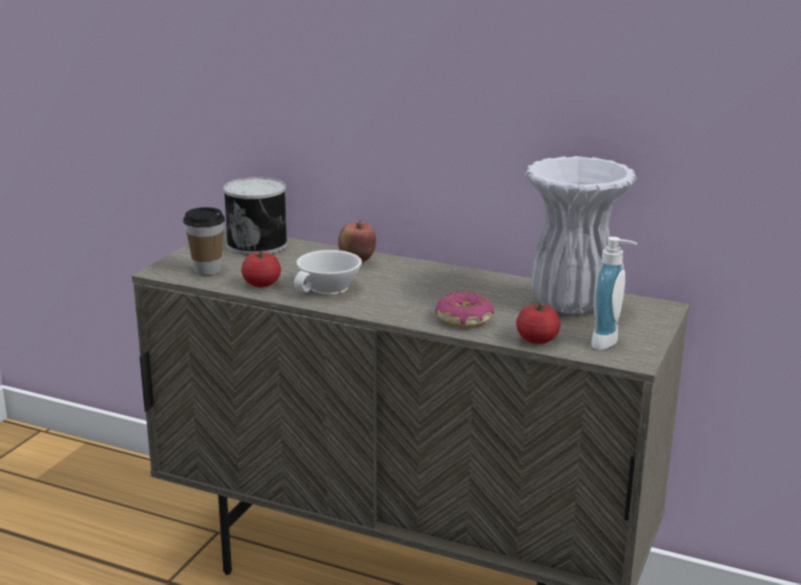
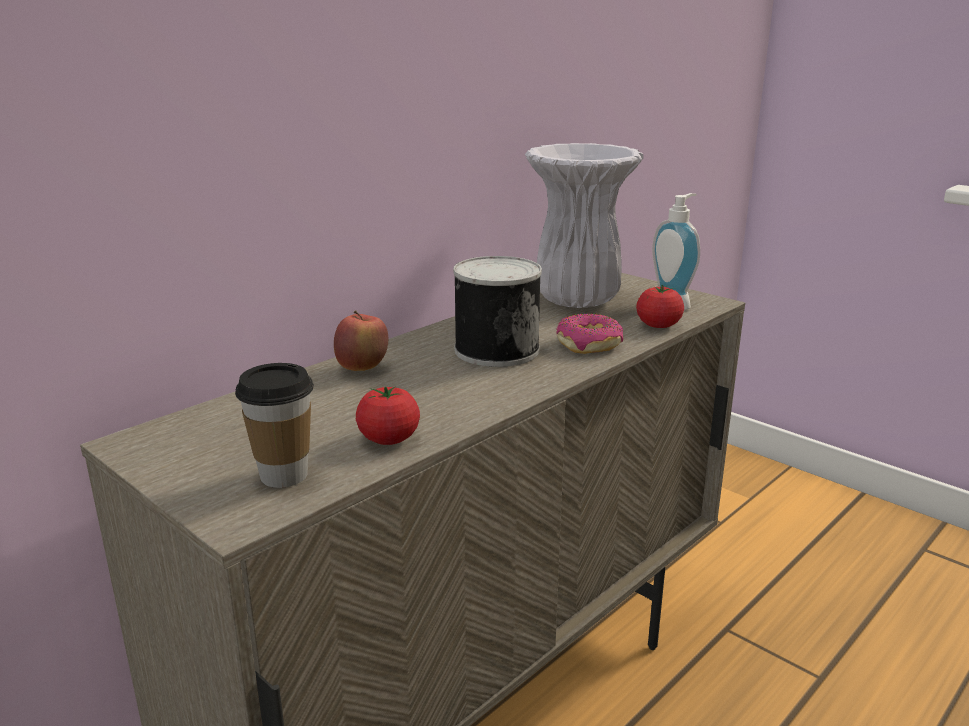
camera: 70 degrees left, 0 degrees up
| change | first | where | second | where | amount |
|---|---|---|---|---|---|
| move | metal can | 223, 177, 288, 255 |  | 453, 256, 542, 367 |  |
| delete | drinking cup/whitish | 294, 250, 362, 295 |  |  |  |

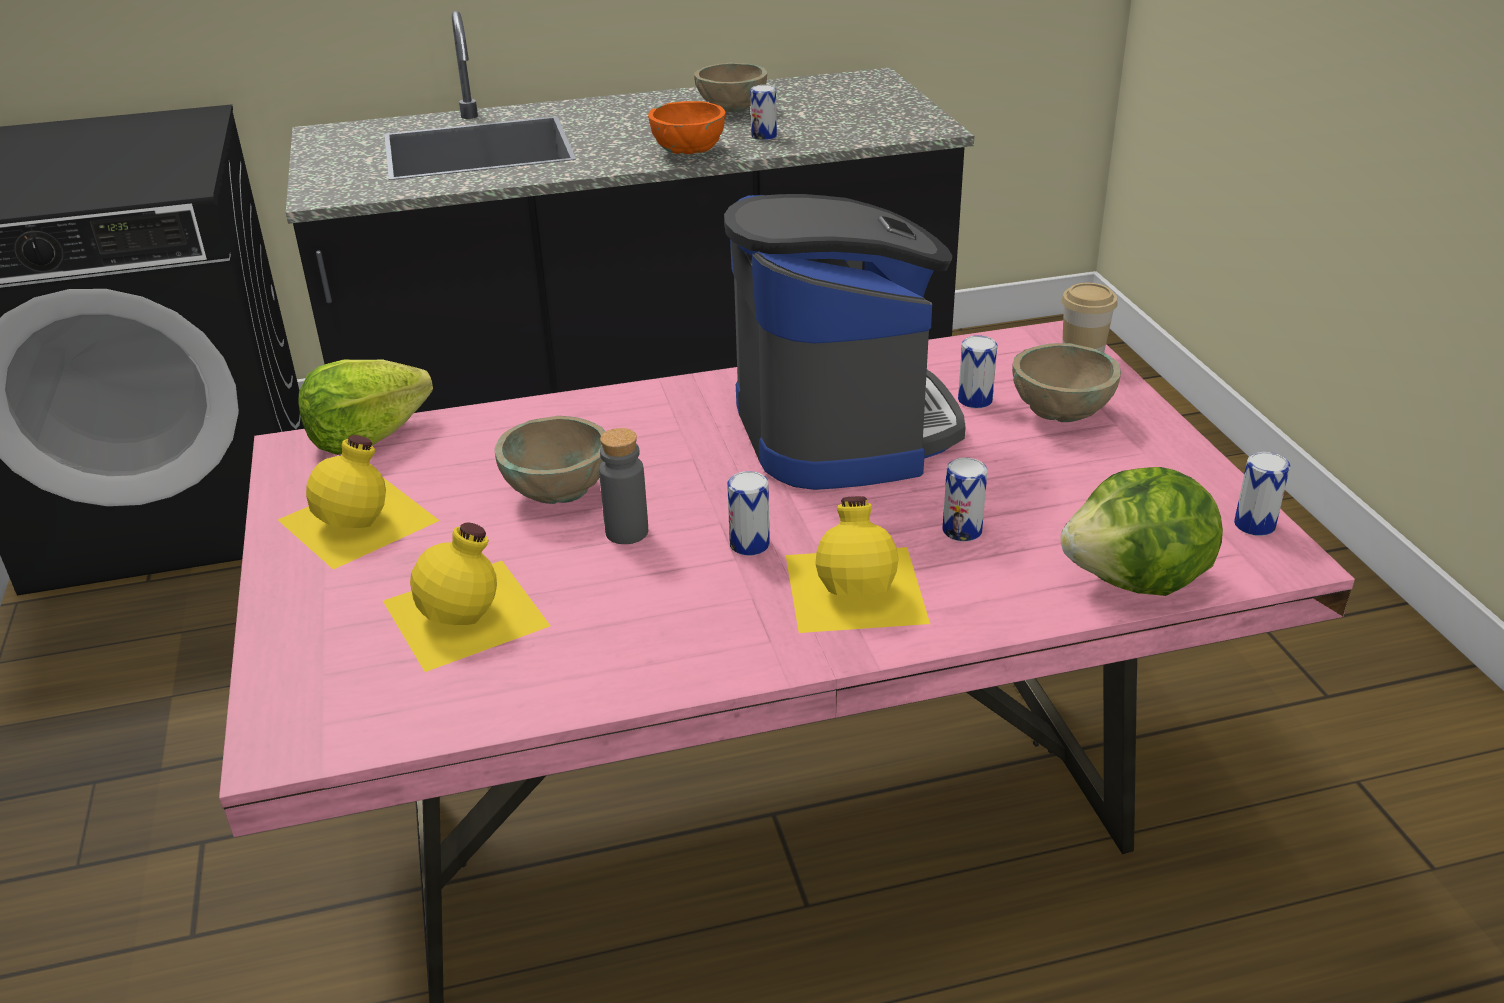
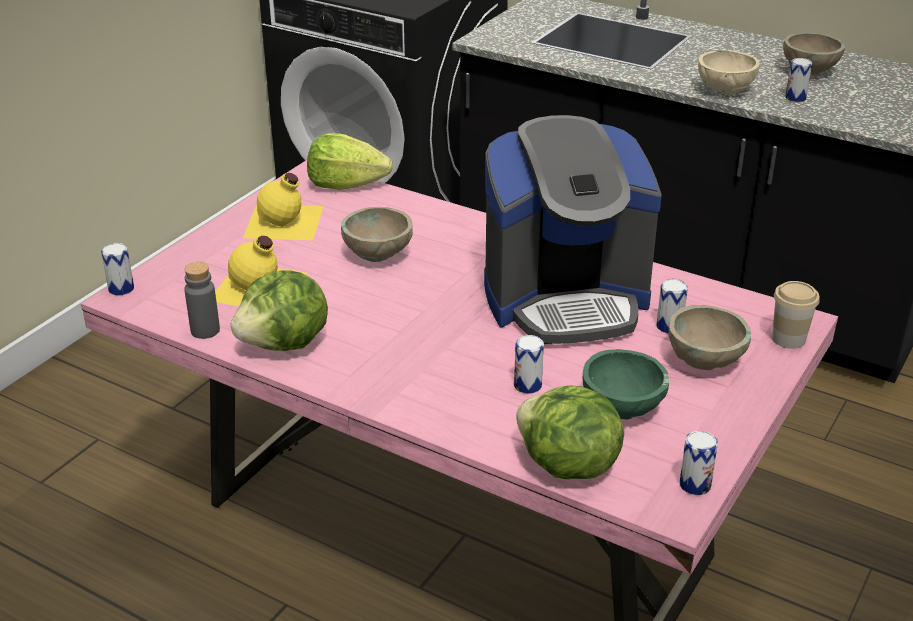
camera: 45 degrees right, 0 degrees up
| change | first | where | second | where | amount |
|---|---|---|---|---|---|
| recolor | serving bowl/orange | 648, 101, 726, 154 | serving bowl/beige-coloured | 698, 50, 760, 94 |  |
| rotate | coffee maker | 724, 194, 966, 490 |  | 484, 115, 662, 344 | 45 degrees clockwise |
| move | bottle/grey | 599, 428, 648, 544 |  | 184, 262, 220, 339 |  |
| move | metal can | 727, 471, 770, 556 |  | 101, 243, 134, 295 |  |
| delete | bottle/yellow-coloured | 786, 496, 930, 633 |  |  |  |
| insert |  |  | lettuce head | 230, 270, 328, 351 |  |
| insert |  |  | serving bowl/green | 583, 349, 669, 420 |  |

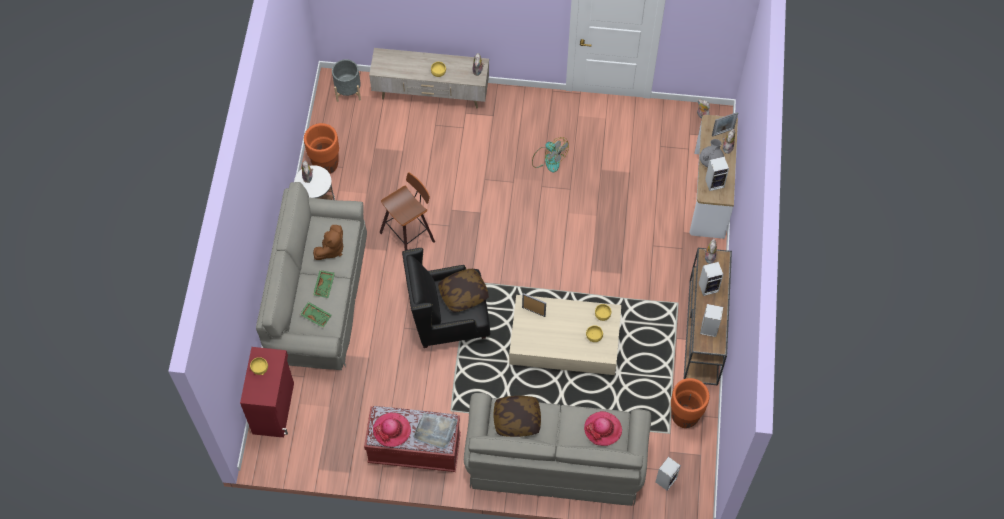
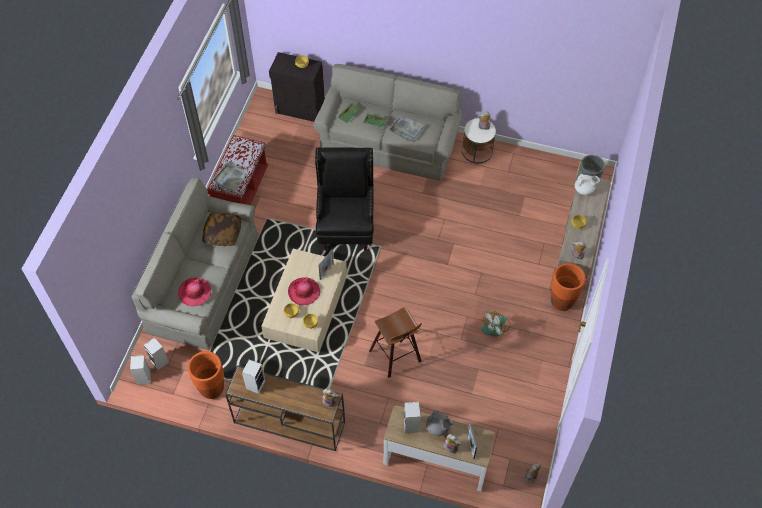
camera: 100 degrees right, 5 degrees down
| change | first | where | second | where | amount |
|---|---|---|---|---|---|
| move | planter/orange | 304, 123, 339, 174 |  | 551, 263, 586, 311 |  |
| move | sitting stool | 380, 172, 435, 250 |  | 369, 307, 422, 378 |  |
| replace | cuddly toy/brown-coloured | 313, 225, 343, 260 | carrying tray/grey | 390, 117, 426, 141 |  |
| move | loudspeaker | 699, 262, 724, 296 |  | 130, 355, 151, 385 |  |
| delete | cushion | 438, 269, 489, 312 |  |  |  |
| recolor | storage cabinet/reddish | 240, 347, 294, 437 | storage cabinet/black | 269, 52, 325, 122 |  |
| move | hat | 373, 412, 411, 447 |  | 288, 277, 320, 305 |  |
| insert |  |  | teapot/whitish | 575, 174, 600, 195 |  |

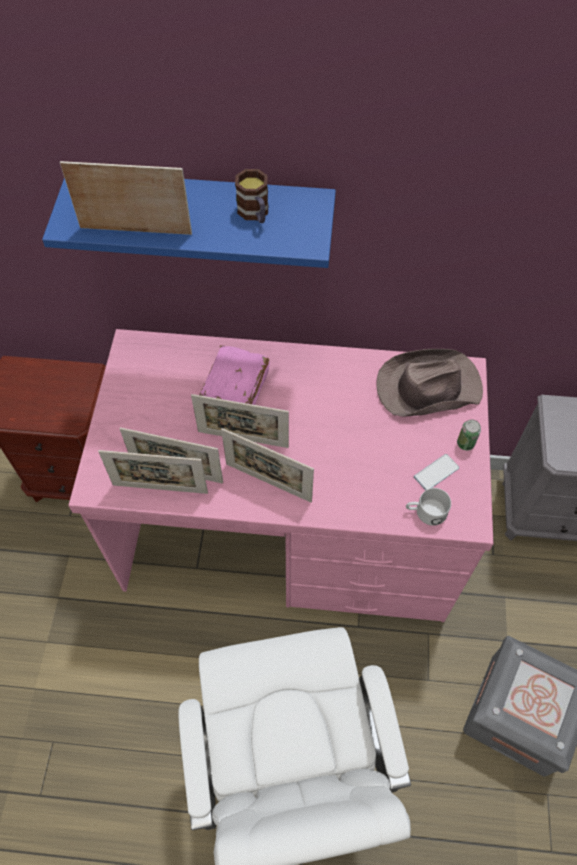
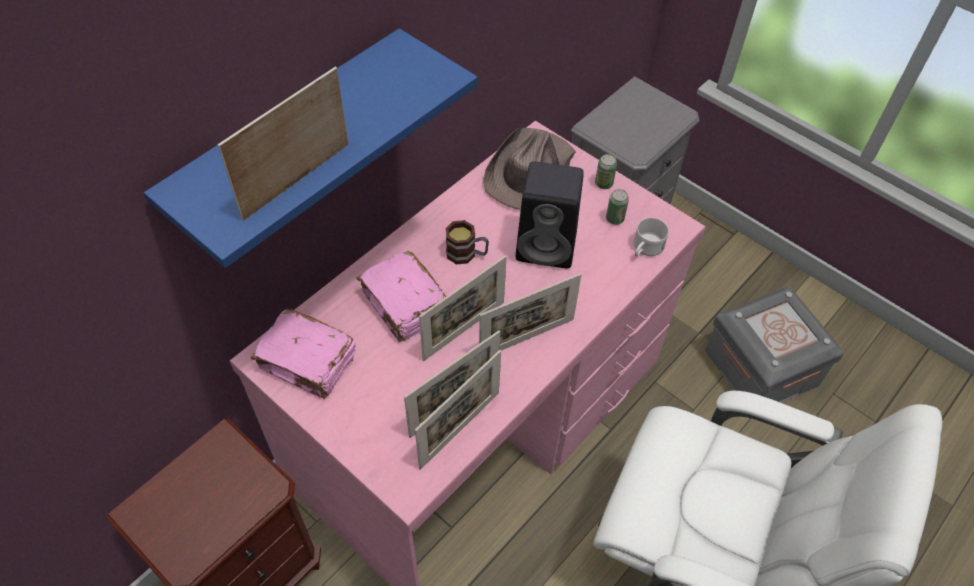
camera: 55 degrees left, 5 degrees down
| change | first | where | second | where | amount |
|---|---|---|---|---|---|
| move | coffee mug | 235, 169, 268, 223 |  | 446, 220, 489, 264 |  |
| replace | handset | 414, 454, 459, 490 | metal can | 606, 189, 629, 225 |  |
| insert |  |  | loudspeaker/black | 515, 161, 584, 268 |  |
| insert |  |  | volume/pink | 251, 309, 356, 399 |  |

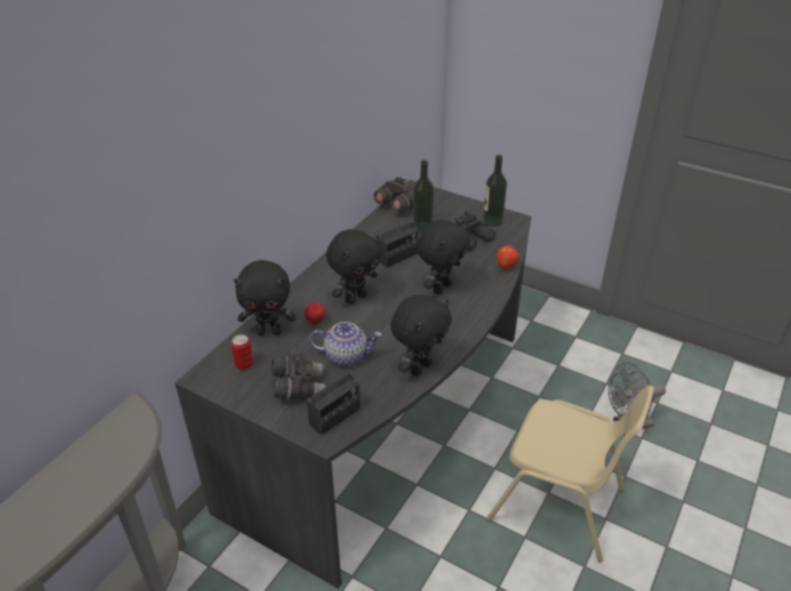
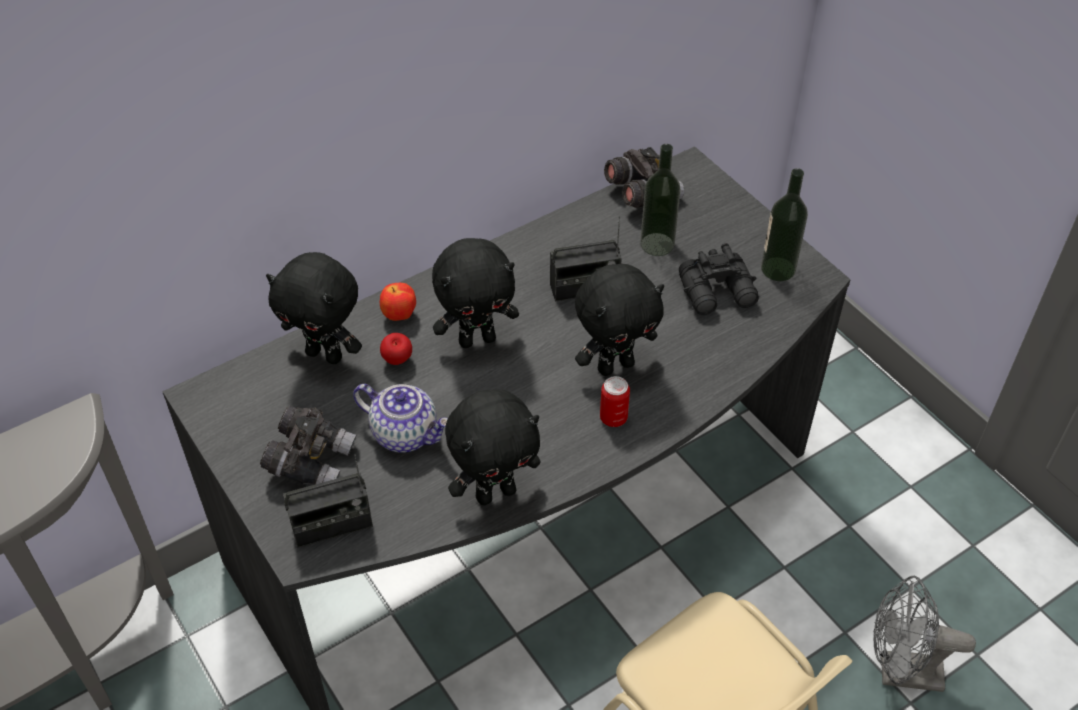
camera: 25 degrees right, 10 degrees up
| change | first | where | second | where | amount |
|---|---|---|---|---|---|
| move | whole apple | 496, 246, 519, 270 |  | 380, 283, 416, 321 |  |
| move | metal can | 231, 334, 253, 370 |  | 600, 376, 630, 427 |  |

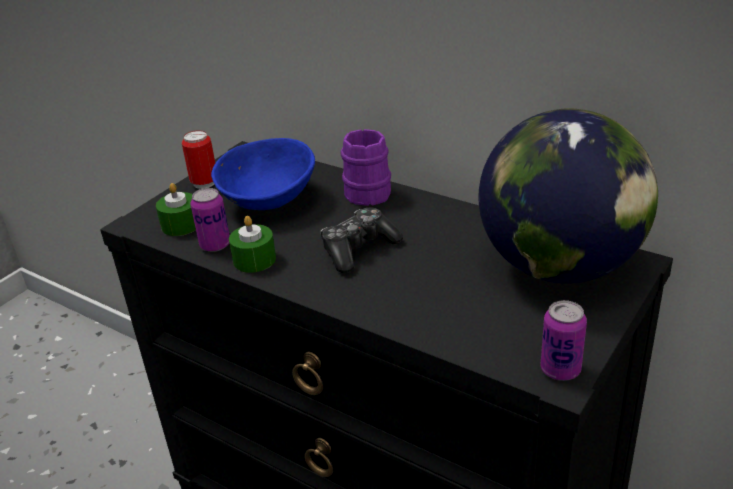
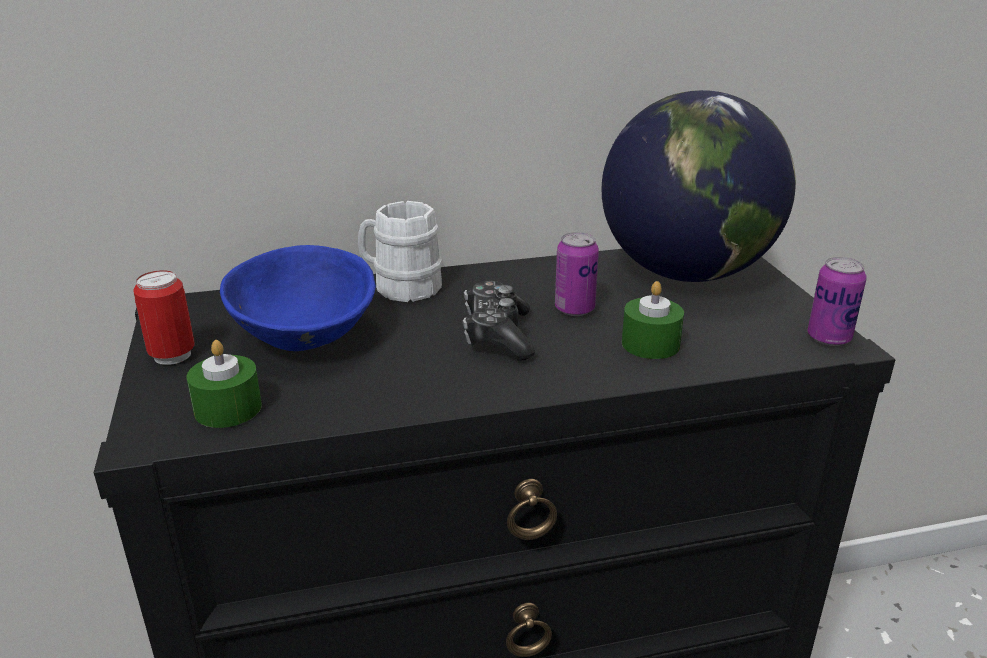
camera: 50 degrees left, 5 degrees down
| change | first | where | second | where | amount |
|---|---|---|---|---|---|
| recolor | coffee mug/purplish | 340, 129, 391, 206 | coffee mug/whitish | 358, 201, 443, 302 |  |
| move | metal can | 191, 188, 230, 252 |  | 555, 232, 599, 316 |  |
| move | candle/green | 229, 216, 276, 273 |  | 622, 281, 684, 359 |  |

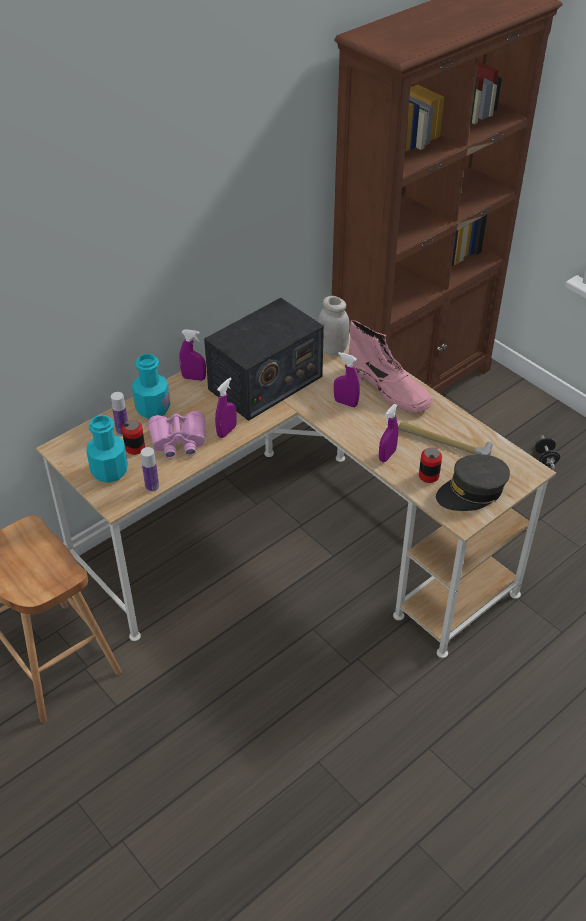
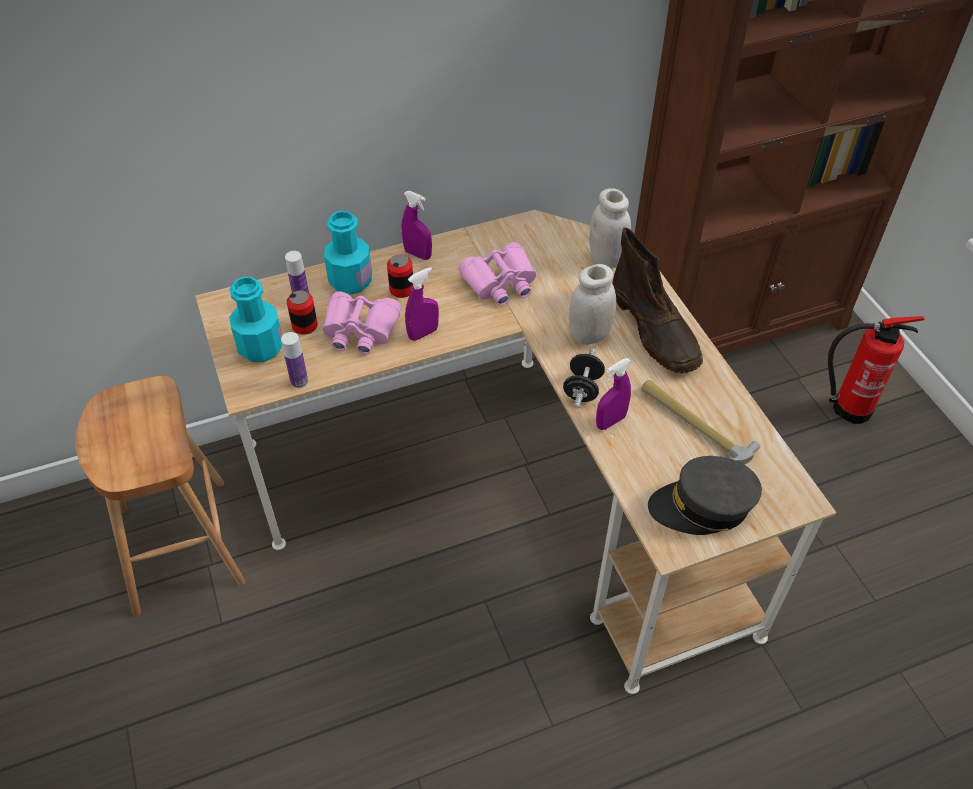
camera: 20 degrees right, 5 degrees up
| change | first | where | second | where | amount |
|---|---|---|---|---|---|
| replace | radio set | 204, 298, 324, 421 | field glasses/pink | 458, 242, 536, 305 |  |
| recolor | tall boot/pink | 348, 320, 433, 413 | tall boot/brown-coloured | 613, 227, 703, 374 |  |
| replace | spray bottle/purplish | 334, 352, 360, 407 | storage jar/whitish | 569, 264, 616, 345 |  |
| move | hand weight/black | 535, 435, 560, 469 |  | 563, 349, 605, 409 |  |
| move | metal can | 419, 448, 442, 483 |  | 387, 254, 413, 298 |  |
| insert |  |  | extinguisher | 828, 316, 925, 424 |  |

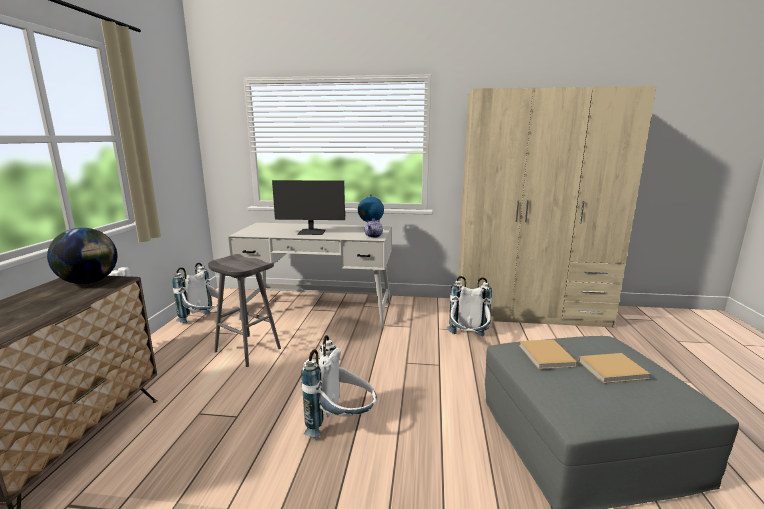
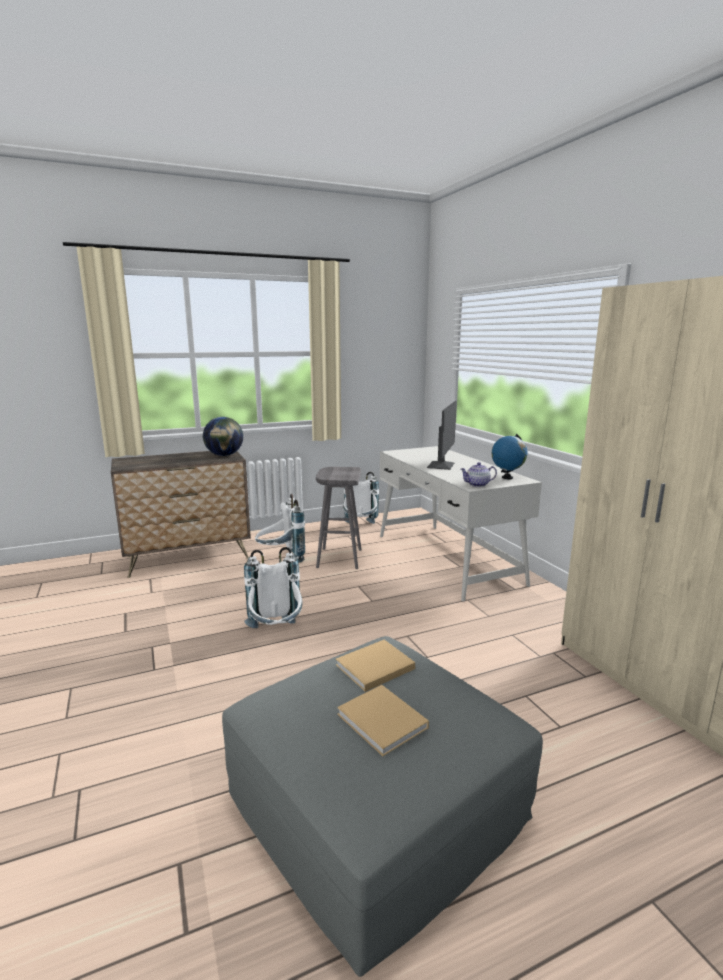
camera: 60 degrees right, 0 degrees up
| change | first | where | second | where | amount |
|---|---|---|---|---|---|
| rotate | monitor | 272, 180, 345, 235 |  | 427, 401, 457, 470 | 135 degrees counterclockwise |
| move | rucksack/whitish | 447, 276, 492, 336 |  | 255, 494, 305, 563 |  |

